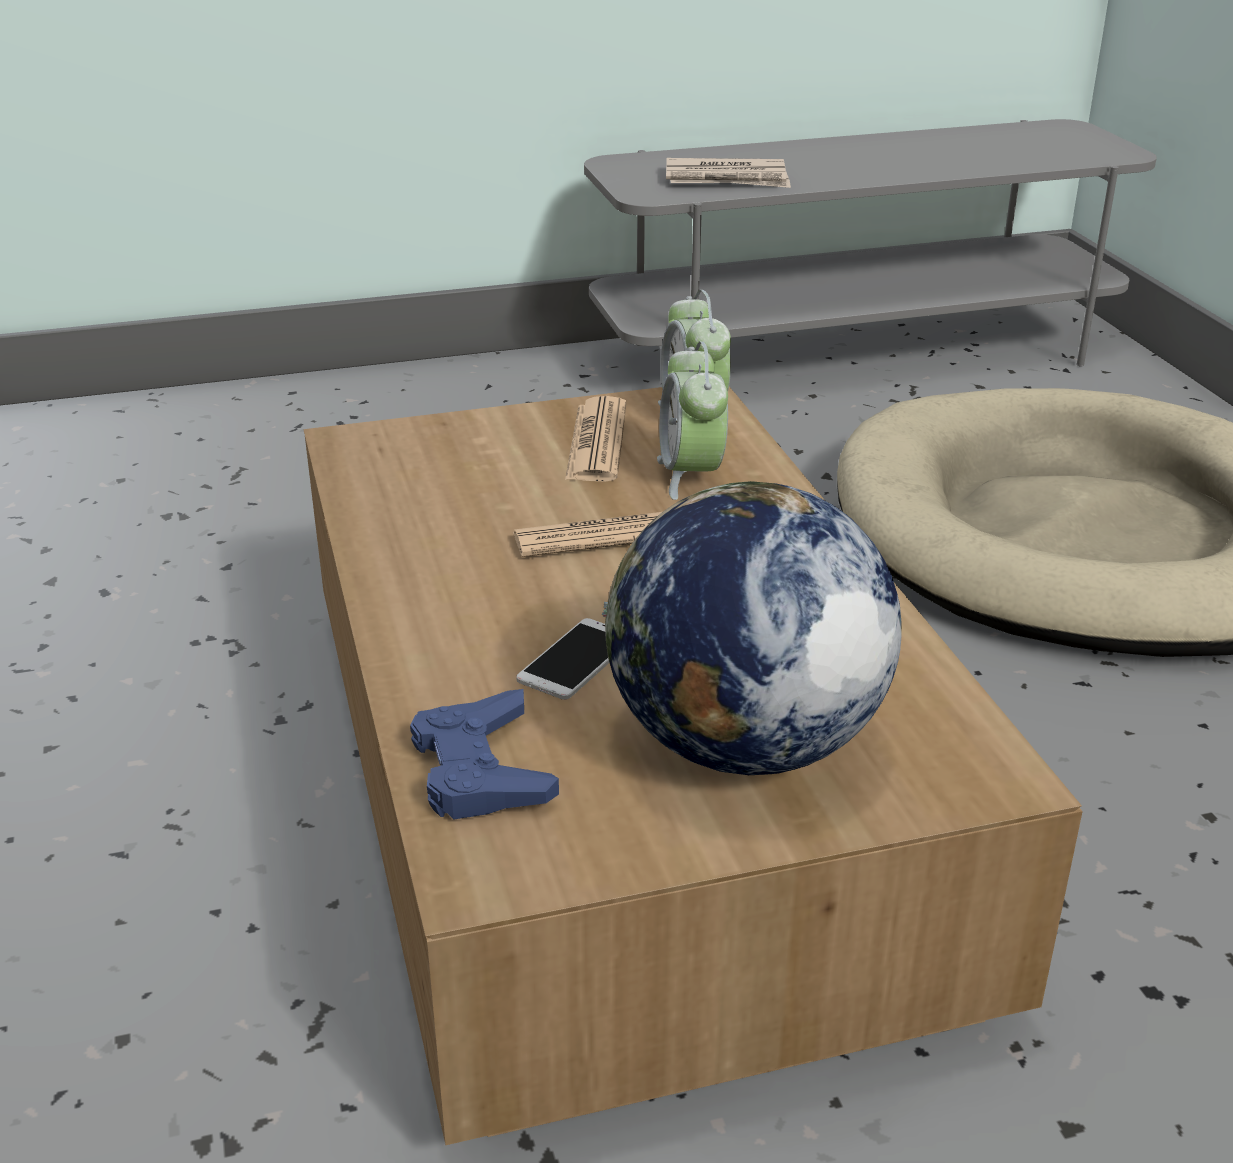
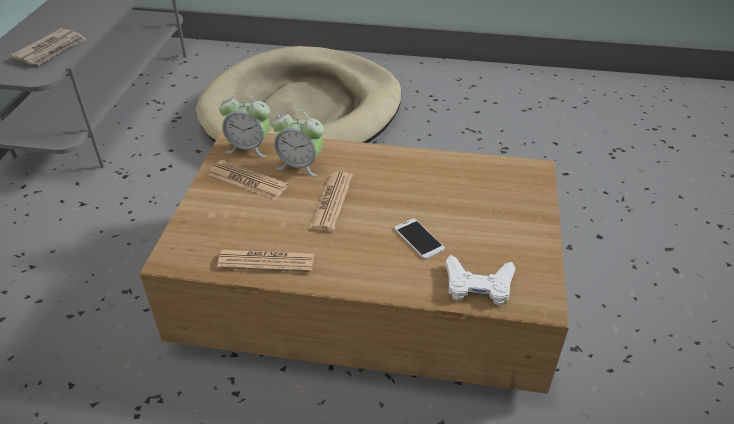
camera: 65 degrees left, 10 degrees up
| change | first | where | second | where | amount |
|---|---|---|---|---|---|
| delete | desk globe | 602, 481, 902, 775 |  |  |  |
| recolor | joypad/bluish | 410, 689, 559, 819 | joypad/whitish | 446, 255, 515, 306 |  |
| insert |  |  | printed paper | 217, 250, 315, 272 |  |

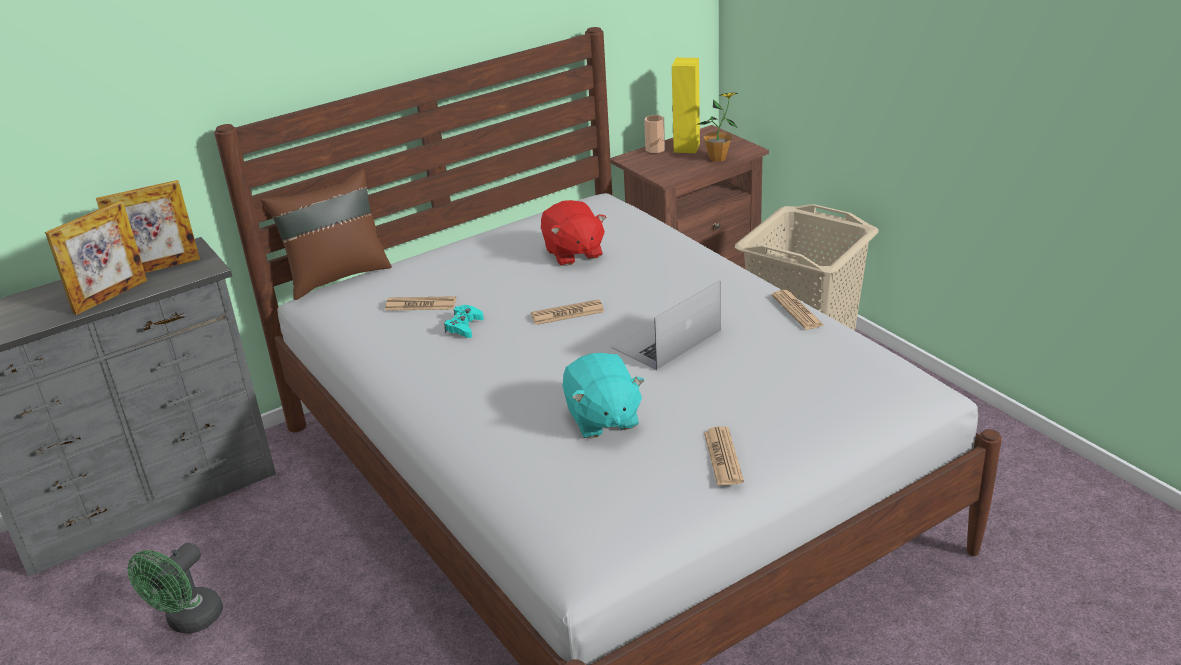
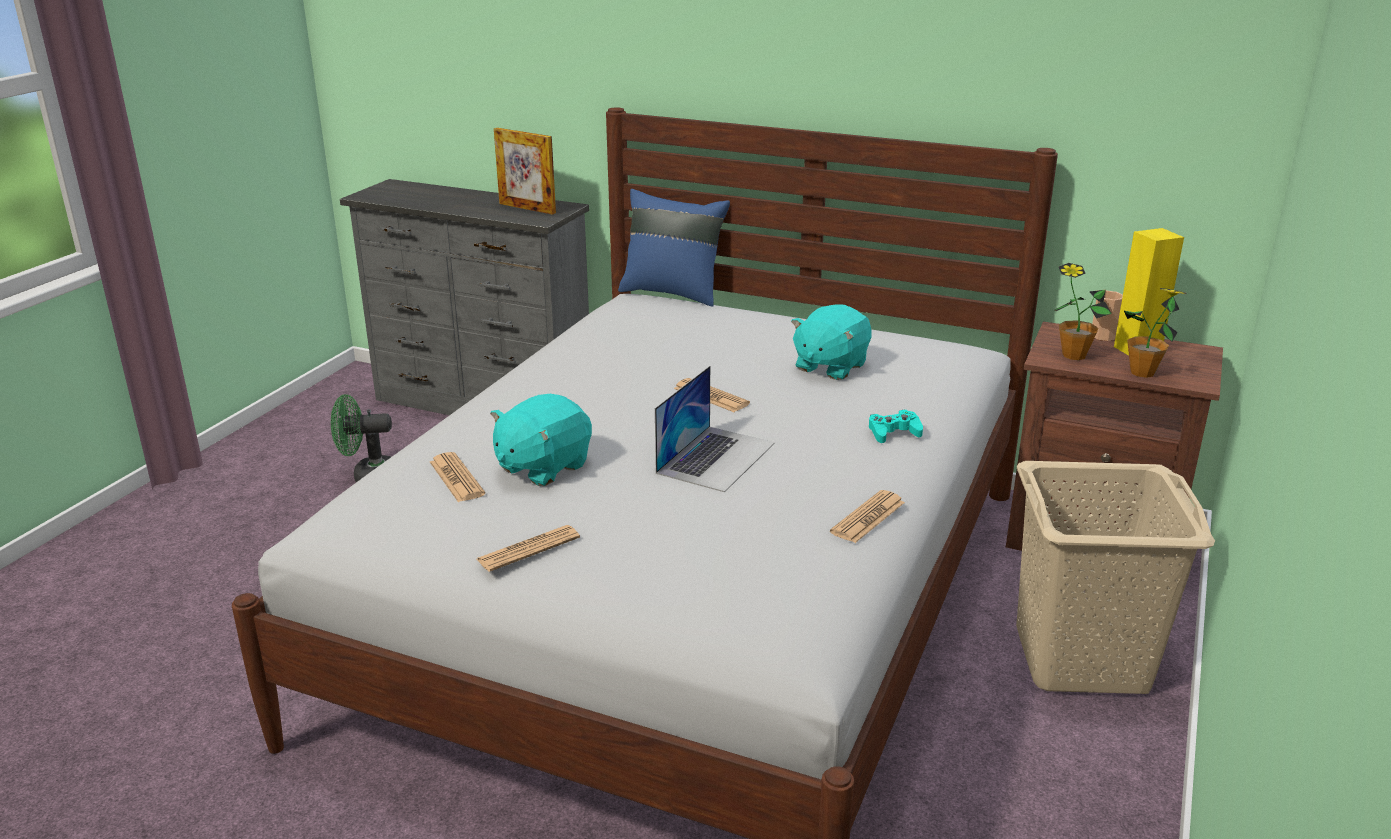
camera: 55 degrees right, 5 degrees down
| change | first | where | second | where | amount |
|---|---|---|---|---|---|
| recolor | cushion/brown-coloured | 261, 169, 392, 300 | cushion/bluish | 618, 189, 730, 306 |  |
| recolor | cuddly toy/reddish | 541, 200, 606, 266 | cuddly toy/turquoise | 791, 304, 871, 380 |  |
| delete | standing frame | 45, 201, 147, 315 |  |  |  |
| rotate | laptop | 611, 280, 721, 371 |  | 655, 366, 775, 492 | 105 degrees clockwise |
| move | printed paper | 385, 296, 456, 311 |  | 430, 452, 485, 502 |  |
| move | joypad/turquoise | 444, 305, 484, 338 |  | 869, 410, 923, 443 |  |
| insert |  |  | plant in a pot | 1055, 263, 1112, 360 |  |

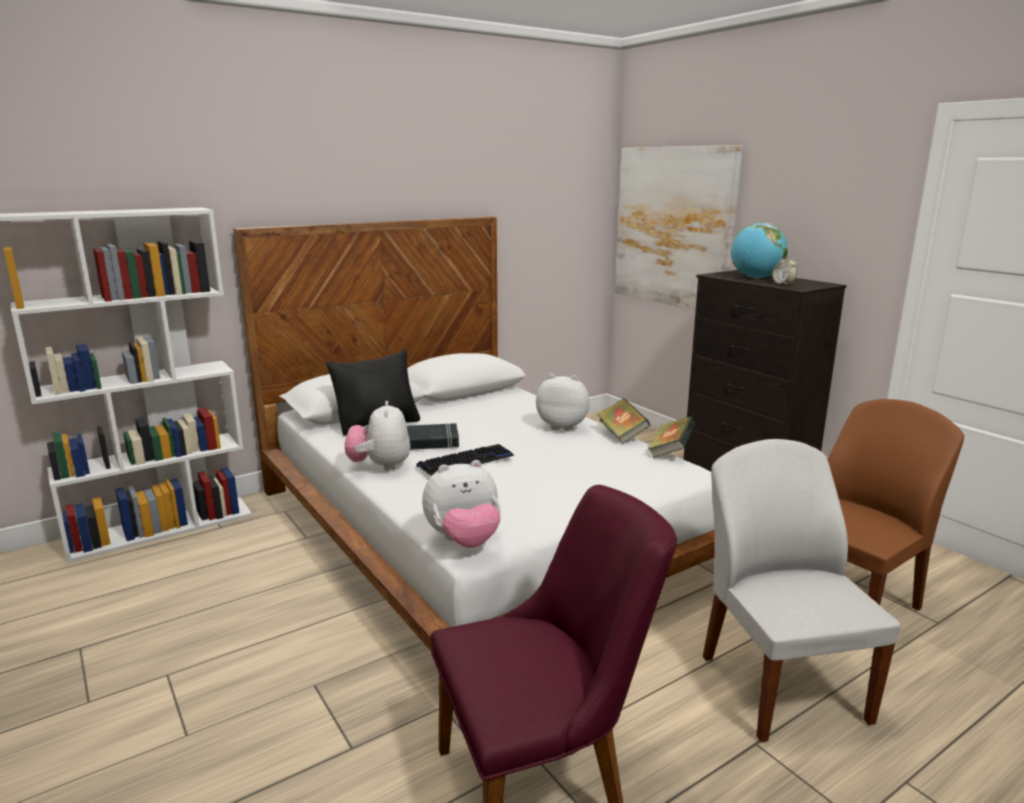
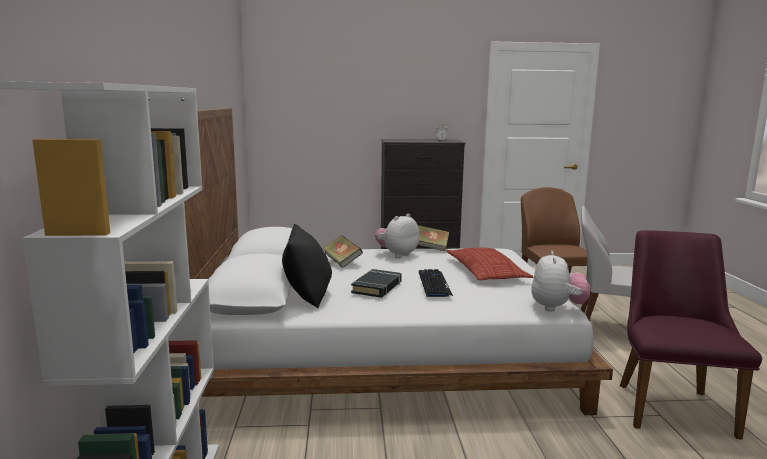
camera: 60 degrees left, 5 degrees down
| change | first | where | second | where | amount |
|---|---|---|---|---|---|
| delete | wall picture | 615, 145, 743, 310 |  |  |  |
| delete | desk globe | 731, 223, 788, 278 |  |  |  |
| delete | cuddly toy | 344, 401, 411, 471 |  |  |  |
| move | volume | 648, 416, 695, 458 |  | 322, 235, 363, 268 |  |
| insert |  |  | cushion | 447, 248, 533, 280 |  |

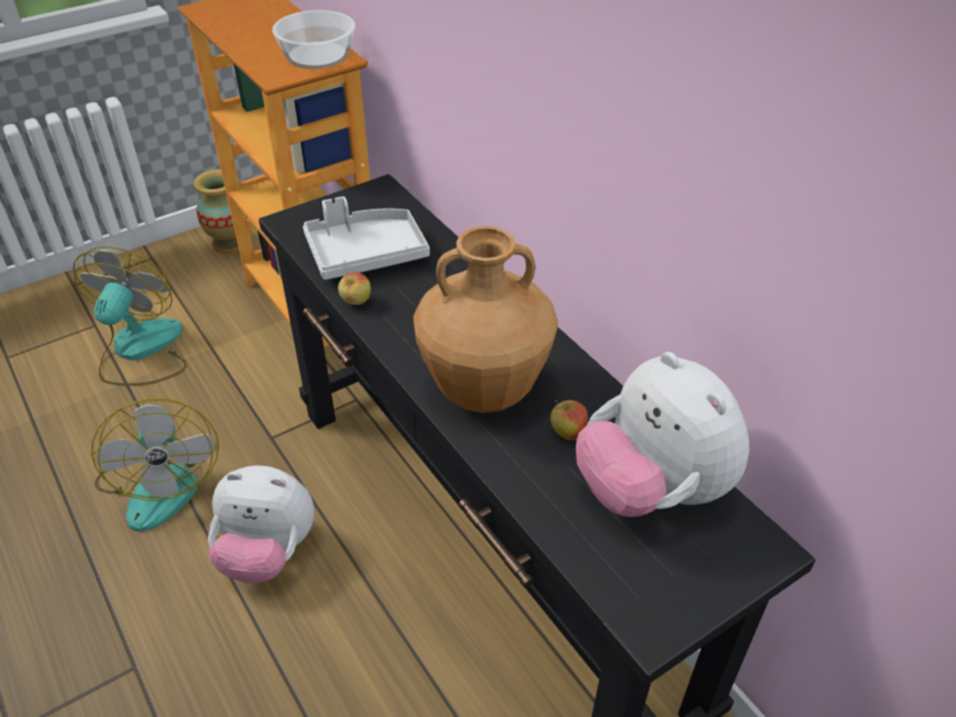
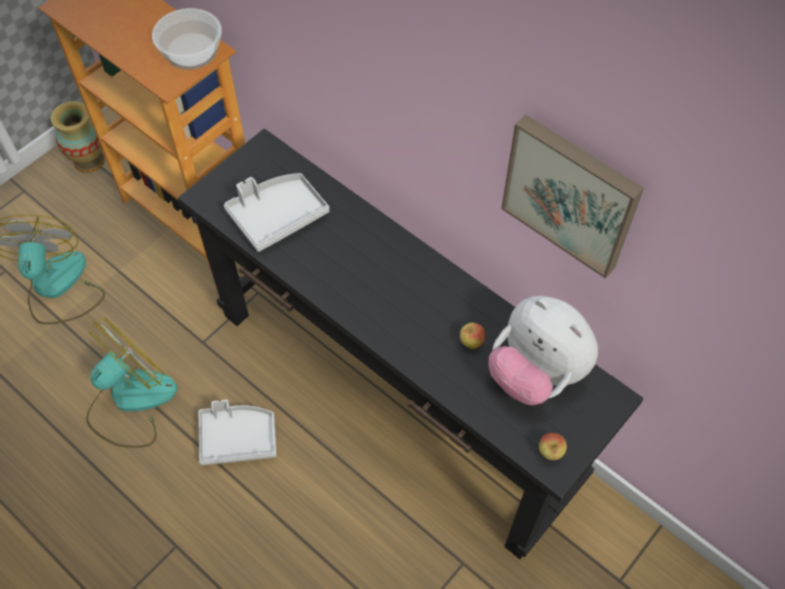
camera: 15 degrees left, 15 degrees up
| change | first | where | second | where | amount |
|---|---|---|---|---|---|
| delete | vase/brown-coloured | 413, 226, 558, 413 |  |  |  |
| move | whole apple | 338, 272, 371, 305 |  | 539, 433, 567, 460 |  |
| rotate | cooling fan | 91, 398, 219, 531 |  | 86, 317, 177, 448 | 105 degrees counterclockwise |
| replace | cuddly toy | 208, 466, 314, 584 | carrying tray/grey | 199, 400, 277, 465 |  |
| insert |  |  | wall picture | 501, 114, 644, 279 |  |

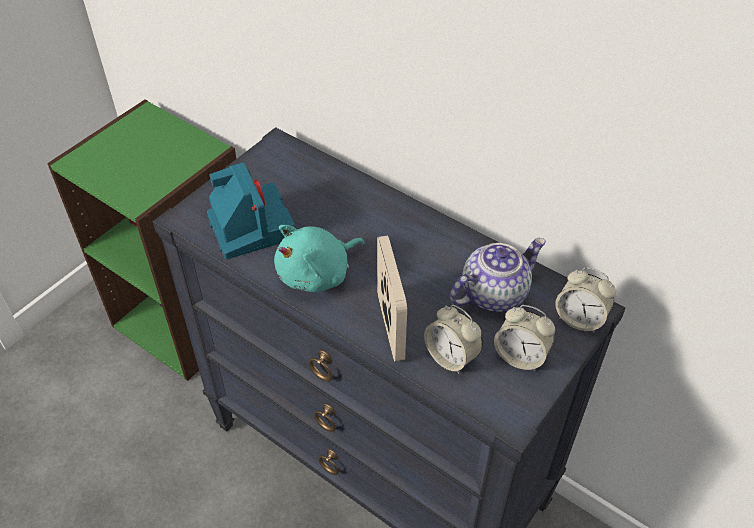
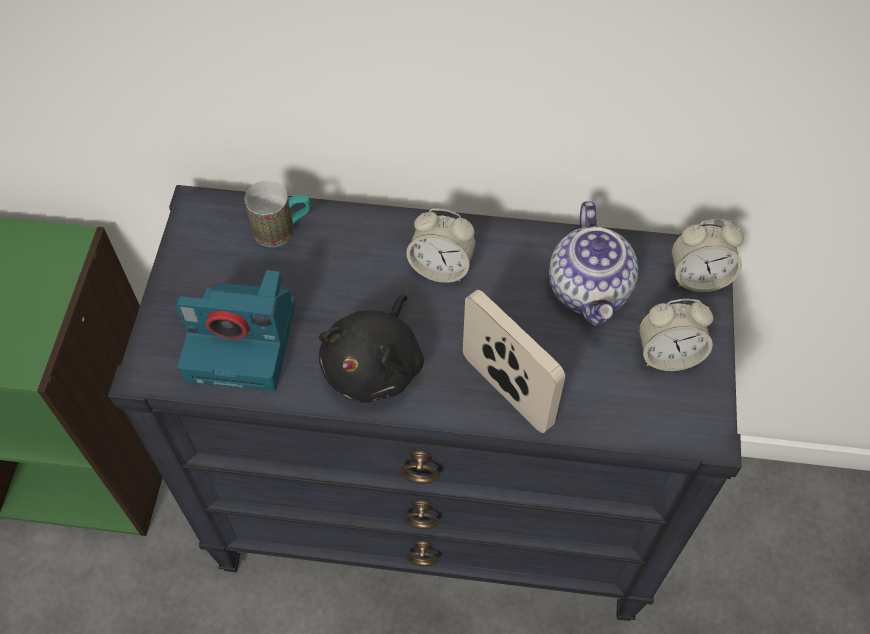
camera: 30 degrees left, 10 degrees up
| change | first | where | second | where | amount |
|---|---|---|---|---|---|
| rotate | photo camera | 207, 162, 295, 259 |  | 176, 270, 295, 391 | 150 degrees clockwise |
| recolor | cuddly toy/turquoise | 274, 225, 365, 292 | cuddly toy/black | 319, 295, 424, 403 |  |
| rotate | teapot | 450, 238, 546, 312 |  | 549, 201, 638, 326 | 150 degrees clockwise |
| move | alarm clock | 424, 305, 483, 374 |  | 406, 209, 476, 283 |  |
| insert |  |  | coffee mug | 244, 180, 311, 247 |  |

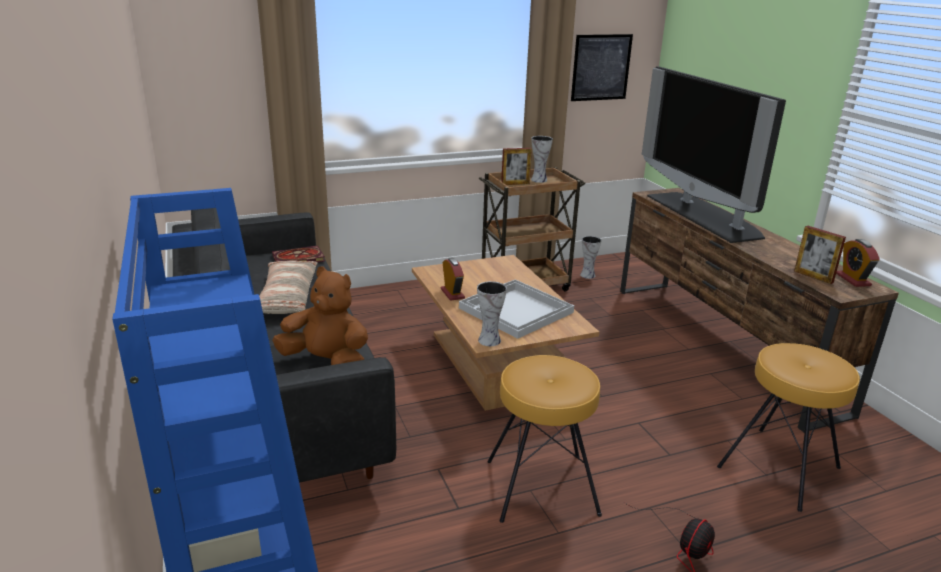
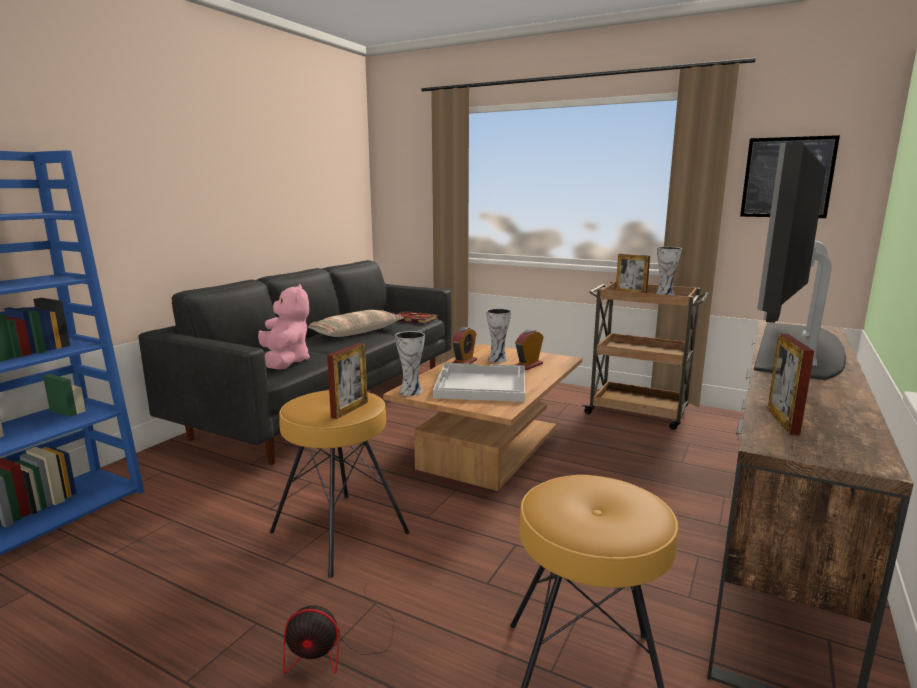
camera: 50 degrees right, 10 degrees down
| change | first | where | second | where | amount |
|---|---|---|---|---|---|
| move | vase | 580, 236, 601, 279 |  | 486, 308, 511, 363 |  |
| move | alarm clock | 836, 239, 880, 287 |  | 515, 329, 544, 370 |  |
| recolor | cuddly toy/brown-coloured | 272, 266, 368, 365 | cuddly toy/pink | 258, 284, 310, 370 |  |
| insert |  |  | standing frame | 327, 343, 368, 419 |  |

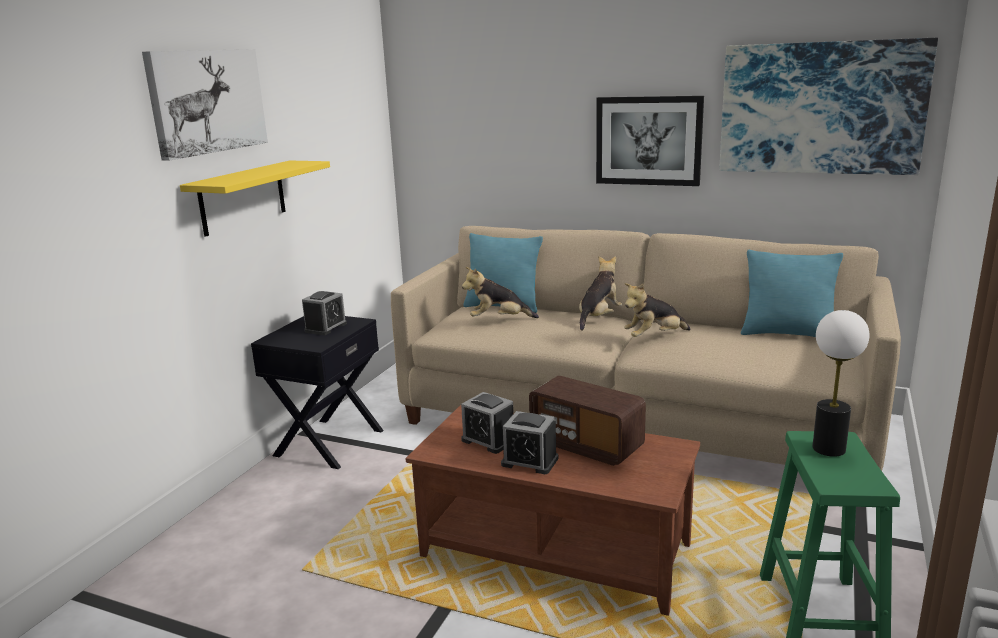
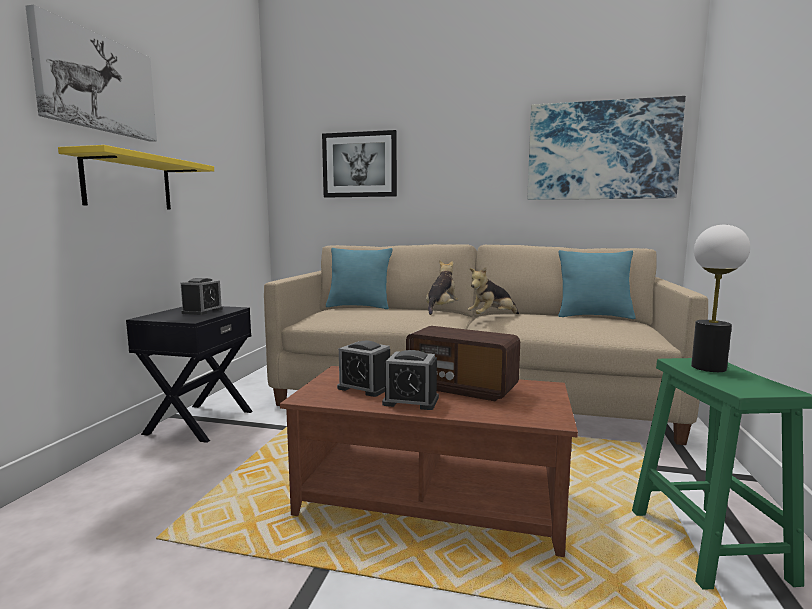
camera: 10 degrees left, 10 degrees down
| change | first | where | second | where | amount |
|---|---|---|---|---|---|
| move | wall picture | 596, 96, 704, 186 |  | 322, 130, 397, 198 |  |
| delete | cuddly toy | 462, 267, 539, 318 |  |  |  |

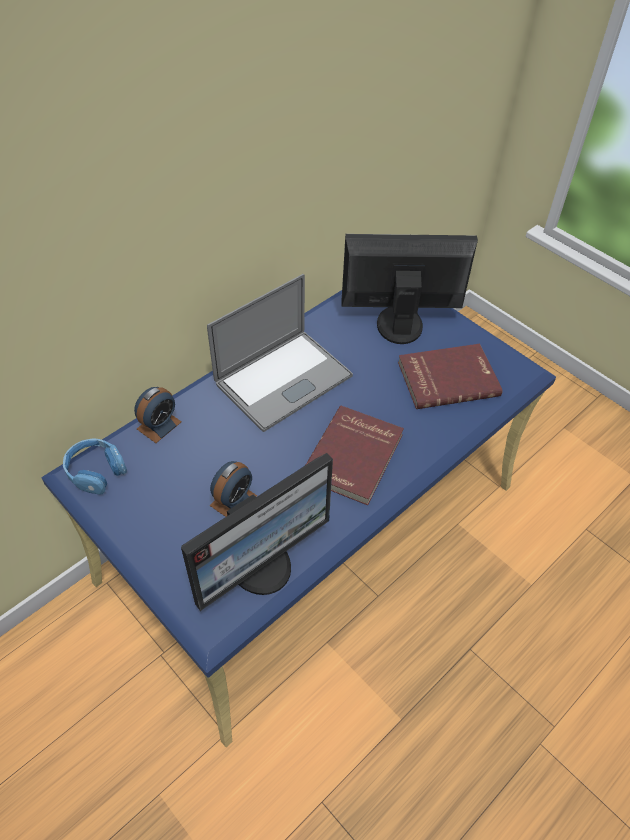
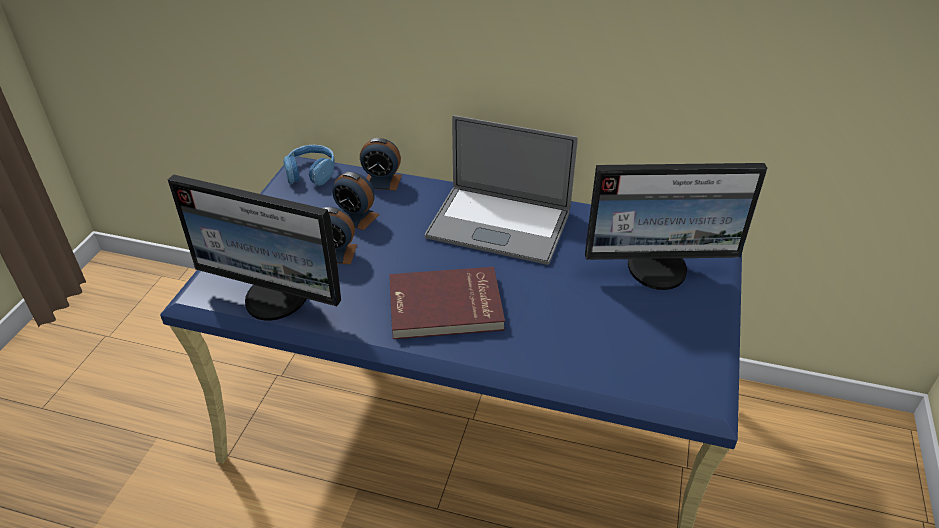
camera: 60 degrees right, 10 degrees down
| change | first | where | second | where | amount |
|---|---|---|---|---|---|
| rotate | monitor | 341, 234, 478, 344 |  | 585, 163, 767, 290 | 120 degrees clockwise |
| delete | volume/reddish | 398, 344, 502, 409 |  |  |  |
| insert |  |  | alarm clock | 332, 172, 380, 230 |  |

